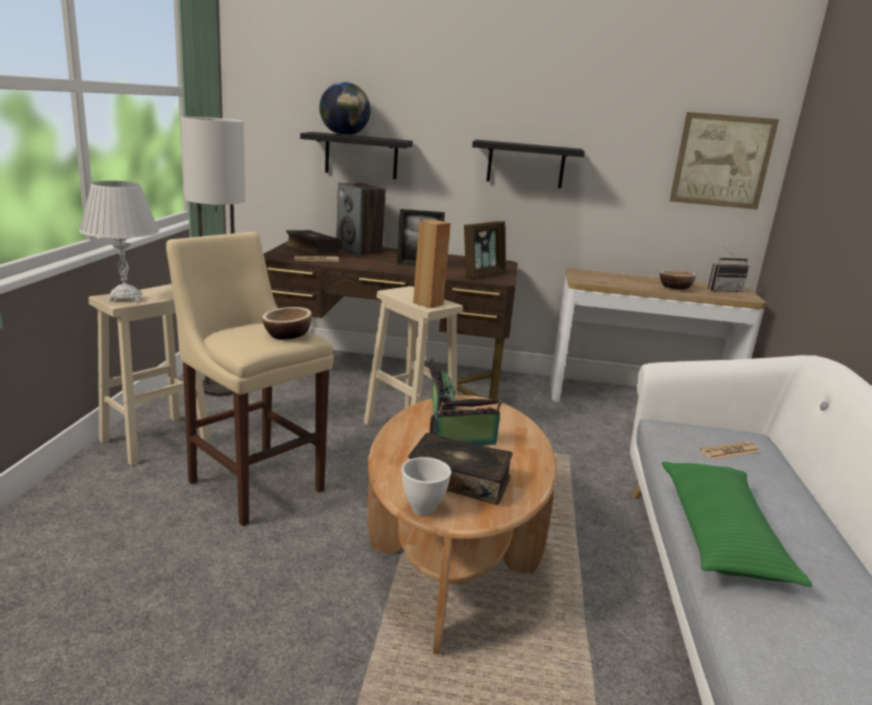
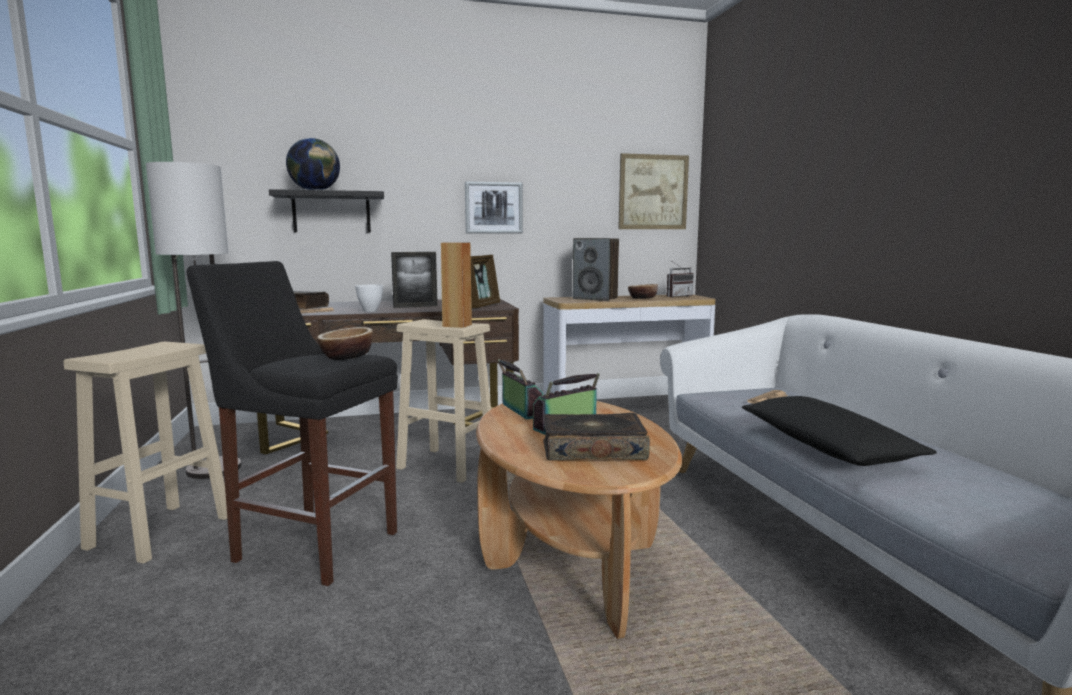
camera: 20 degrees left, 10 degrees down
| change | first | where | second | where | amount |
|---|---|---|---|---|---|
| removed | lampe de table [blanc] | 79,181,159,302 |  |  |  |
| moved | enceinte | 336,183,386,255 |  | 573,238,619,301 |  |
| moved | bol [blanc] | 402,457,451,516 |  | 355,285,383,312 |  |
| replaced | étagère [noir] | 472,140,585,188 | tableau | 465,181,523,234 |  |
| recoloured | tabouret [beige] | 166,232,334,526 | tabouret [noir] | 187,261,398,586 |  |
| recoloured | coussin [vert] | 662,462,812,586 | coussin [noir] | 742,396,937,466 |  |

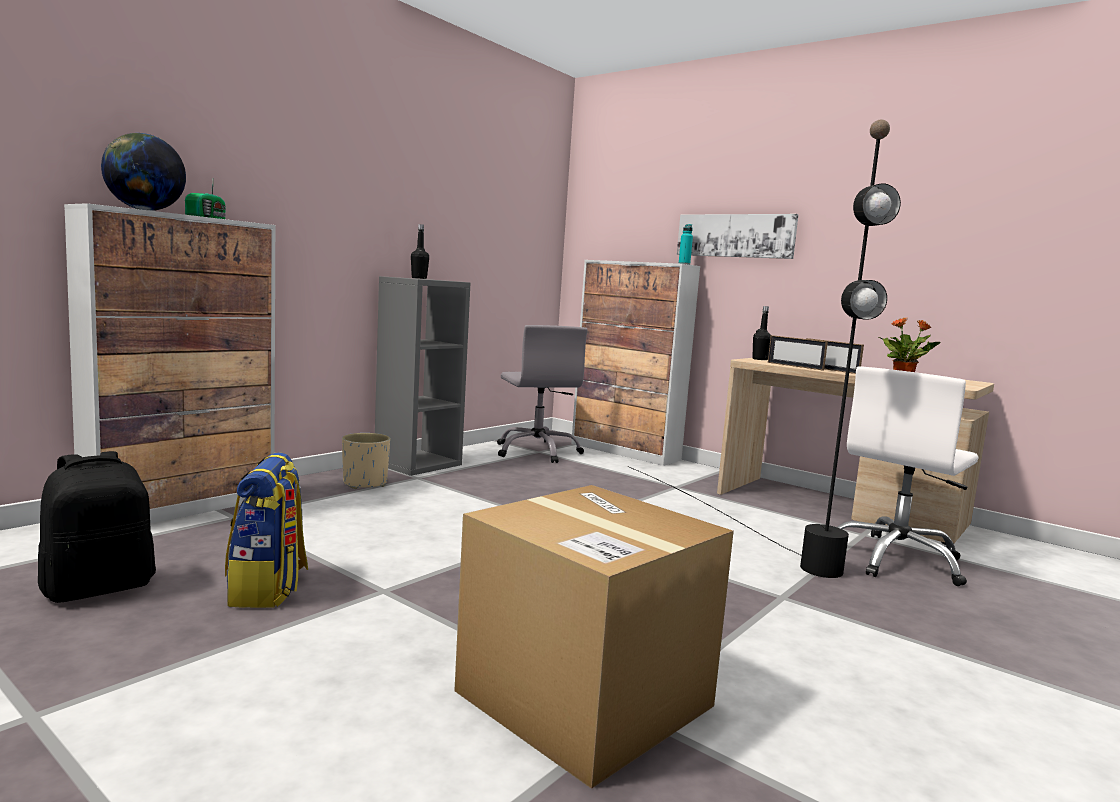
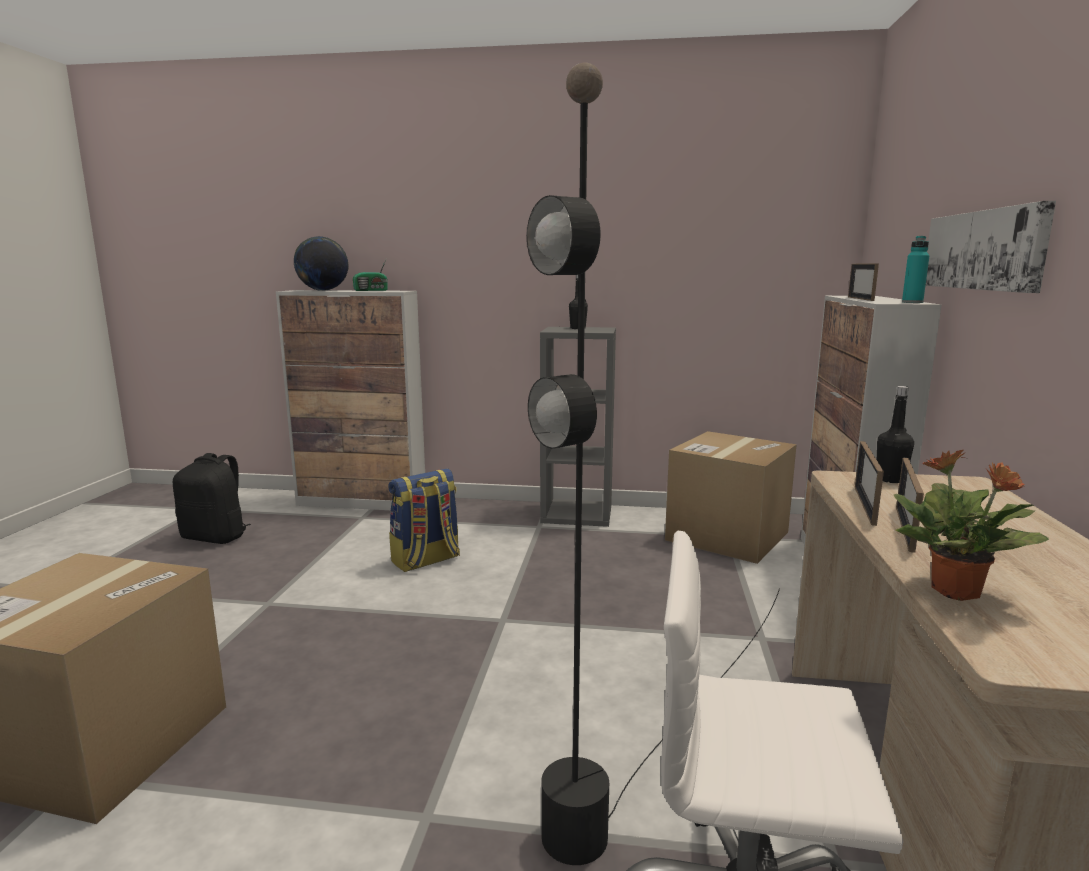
camera: 60 degrees right, 5 degrees up
| change | first | where | second | where | amount |
|---|---|---|---|---|---|
| removed | cache-pot [beige] | 342,433,390,489 |  |  |  |
| added |  |  | cadre photo | 848,263,879,301 |  |
| moved | sac à dos | 225,453,308,608 |  | 388,469,460,572 |  |
| replaced | chaise de bureau [gris] | 497,325,588,463 | carton | 665,431,797,564 |  |

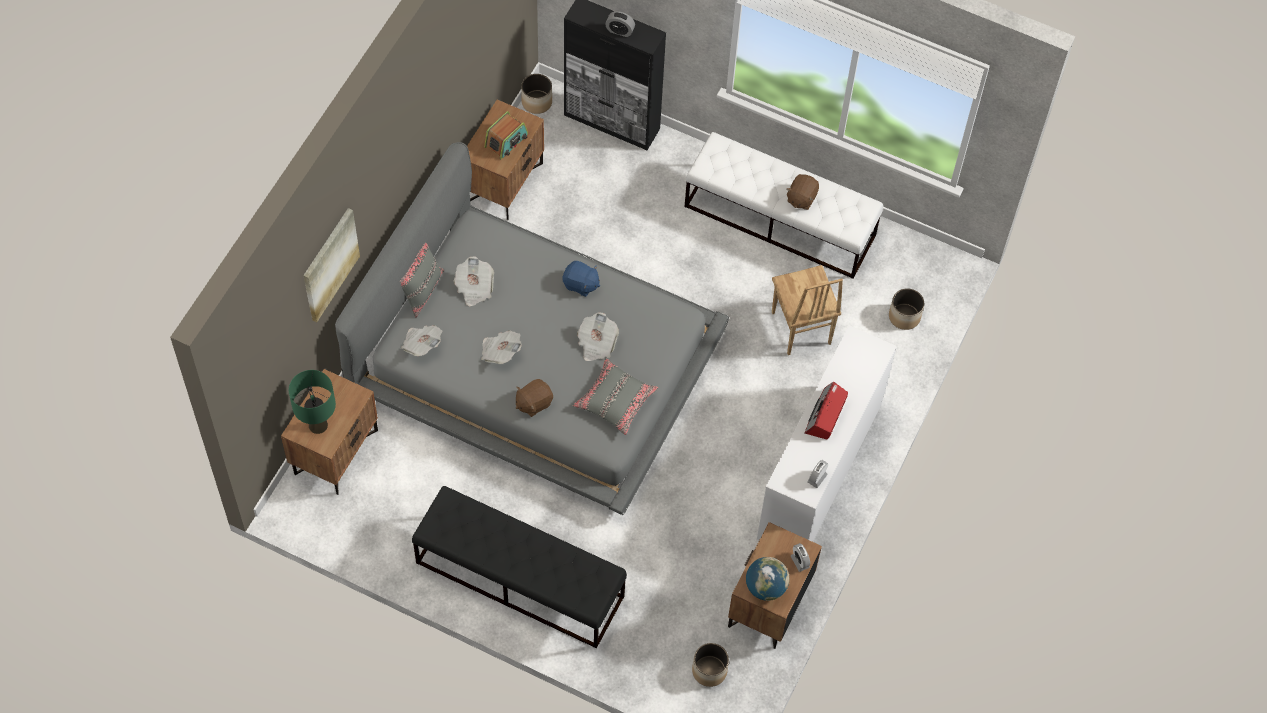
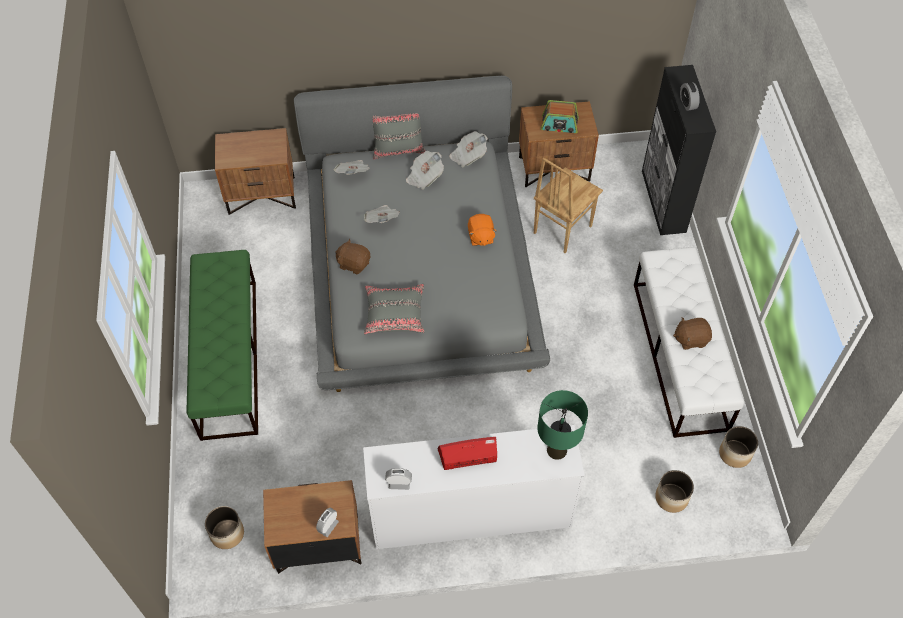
camera: 60 degrees right, 5 degrees down
| change | first | where | second | where | amount |
|---|---|---|---|---|---|
| removed | tableau | 303,208,360,322 |  |  |  |
| removed | globe | 746,557,789,601 |  |  |  |
| moved | lampe de table [vert] | 289,370,336,434 |  | 537,390,588,460 |  |
| moved | cache-pot | 521,74,552,114 |  | 719,426,758,468 |  |
| moved | journal | 577,312,619,361 |  | 449,131,488,168 |  |
| moved | chaise [marron] | 772,265,843,355 |  | 534,157,603,253 |  |
| recoloured | banc [noir] | 412,486,627,649 | banc [vert] | 186,250,258,441 |  |
| recoloured | peluche [bleu] | 562,261,600,297 | peluche [orange] | 468,214,497,246 |  |

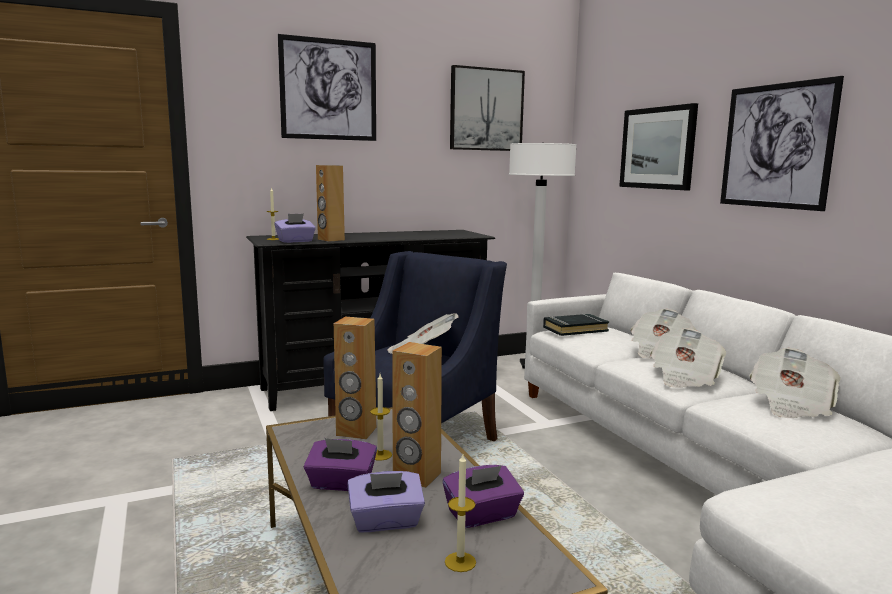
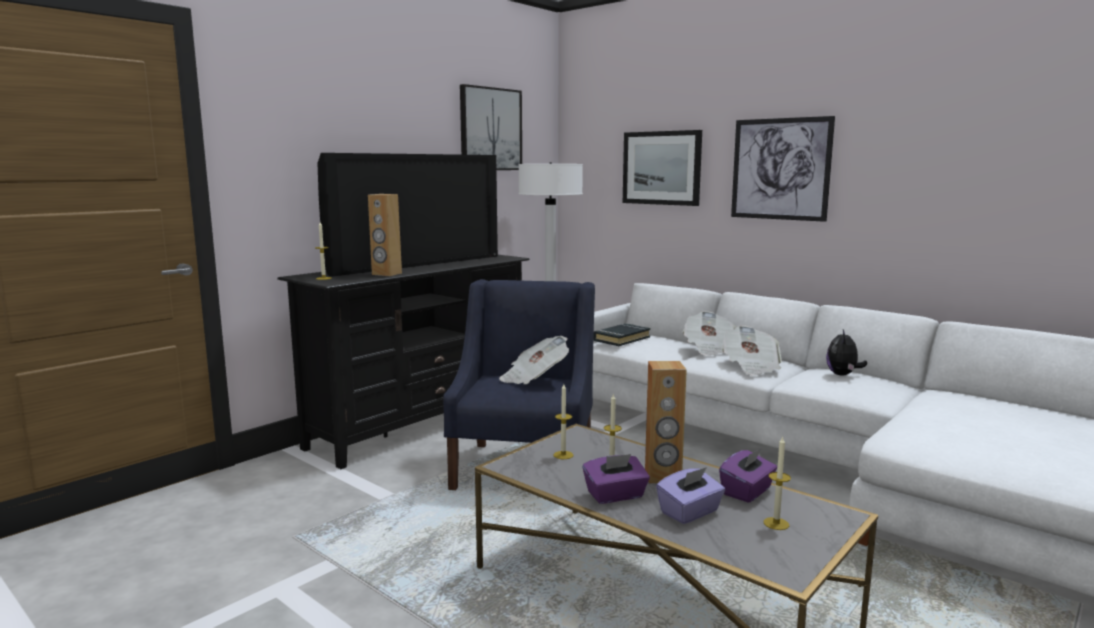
camera: 25 degrees left, 0 degrees up
| change | first | where | second | where | amount |
|---|---|---|---|---|---|
| removed | boîte à mouchoirs [violet] | 274,213,316,243 |  |  |  |
| removed | tableau | 278,34,376,141 |  |  |  |
| added |  |  | téléviseur | 317,153,498,277 |  |
| replaced | enceinte [marron] | 334,317,376,439 | bougie | 554,384,573,459 |  |
| replaced | journal | 750,348,840,418 | peluche | 826,329,867,375 |  |

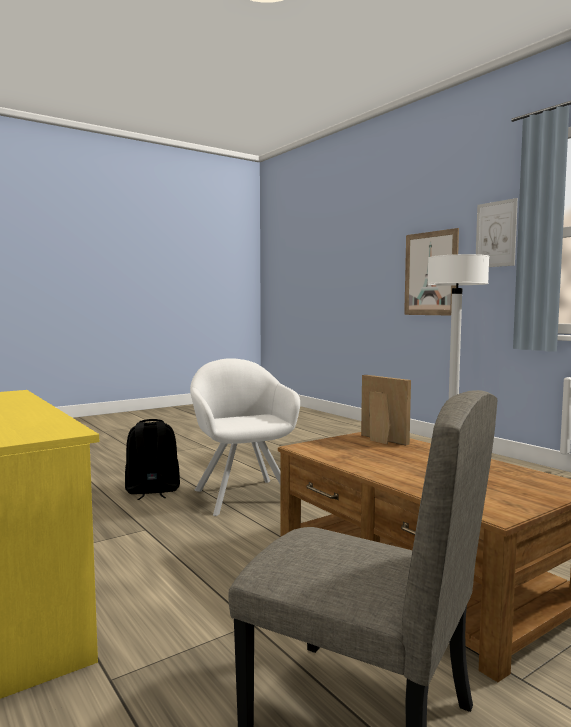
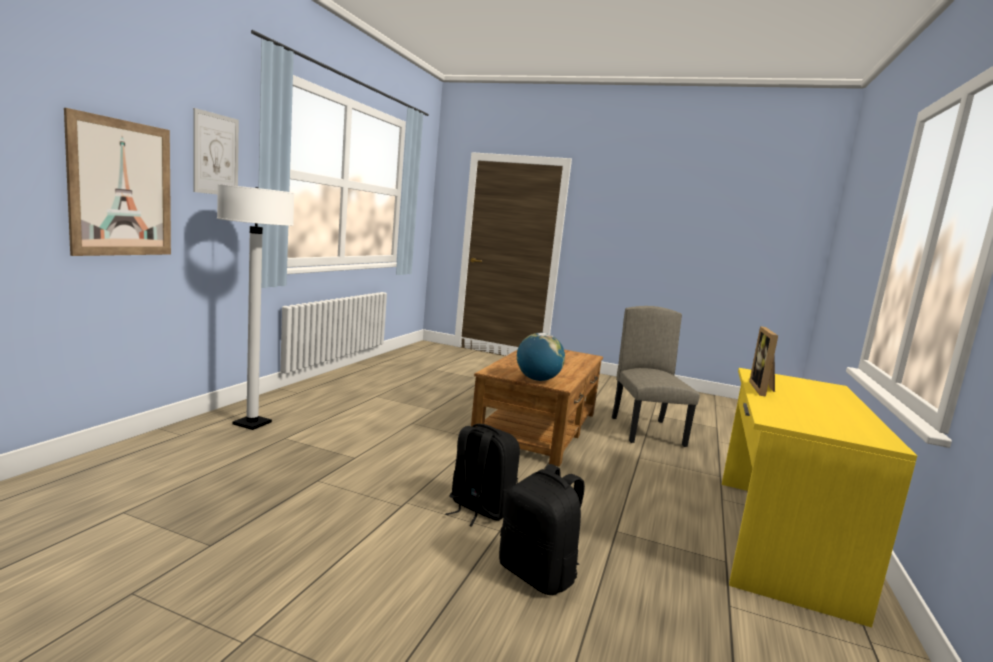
camera: 125 degrees left, 5 degrees up
| change | first | where | second | where | amount |
|---|---|---|---|---|---|
| added |  |  | globe | 517,333,565,381 |  |
| moved | cadre photo | 361,375,411,445 |  | 749,326,778,397 |  |
| replaced | fauteuil [blanc] | 190,358,300,516 | sac à dos [noir] | 446,424,520,527 |  |

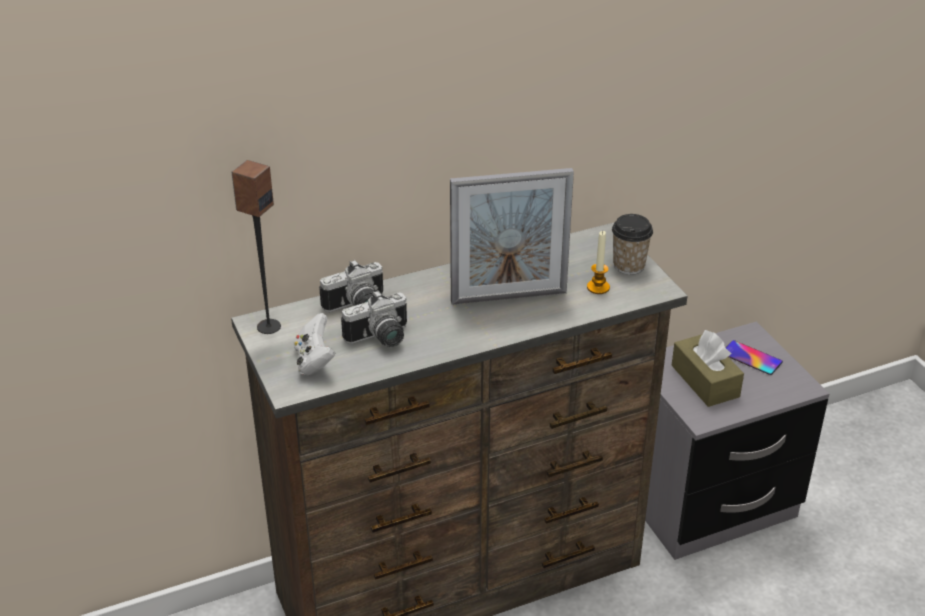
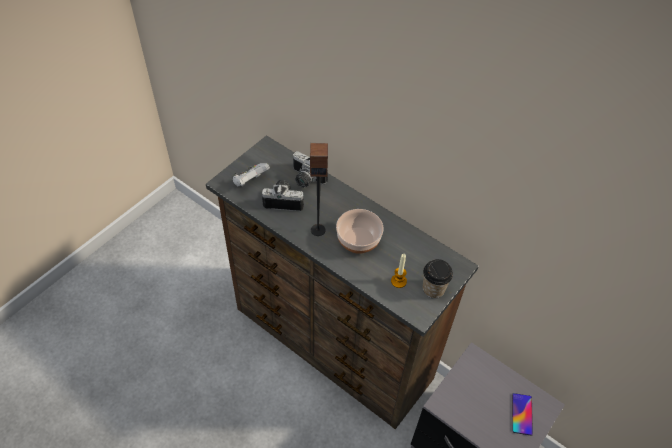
camera: 60 degrees right, 15 degrees up
| change | first | where | second | where | amount |
|---|---|---|---|---|---|
| removed | boîte à mouchoirs [marron] | 671,330,744,407 |  |  |  |
| moved | enceinte | 231,160,281,334 |  | 310,143,328,236 |  |
| replaced | cadre photo | 450,168,574,305 | bol | 336,209,383,254 |  |
| turned | appareil photo | 341,290,407,347 |  | 262,180,304,211 | 150 degrees clockwise |

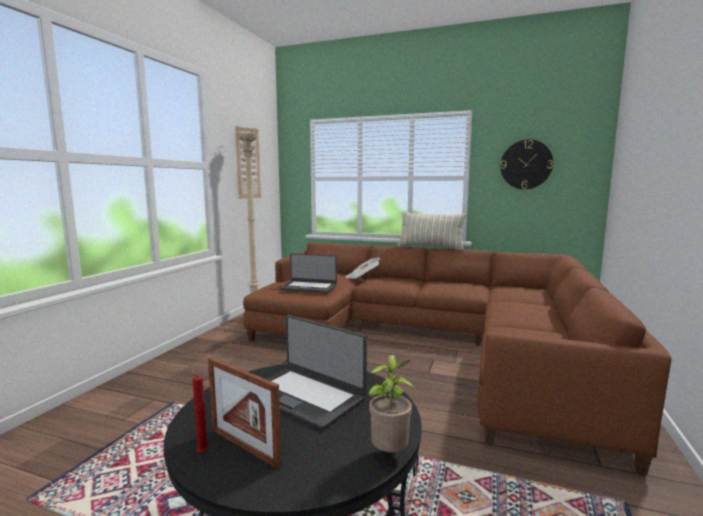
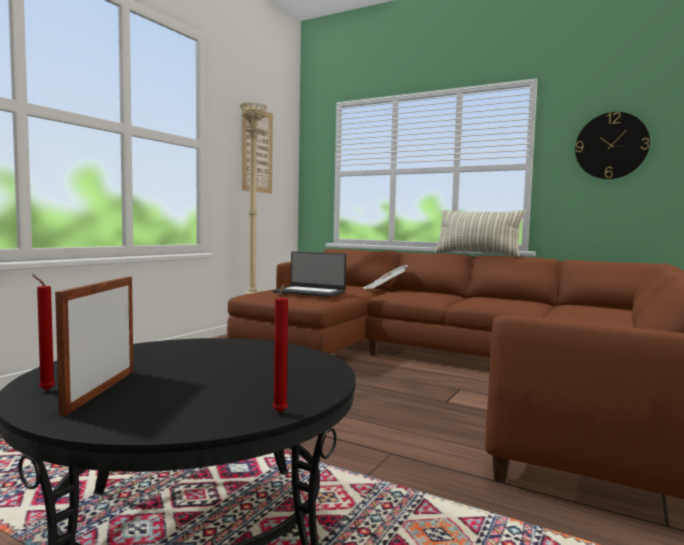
camera: 10 degrees right, 5 degrees down
| change | first | where | second | where | amount |
|---|---|---|---|---|---|
| removed | ordinateur portable | 267,315,367,430 |  |  |  |
| replaced | plante en pot | 368,355,414,452 | bougie [rouge] | 272,284,288,413 |  |
| turned | cadre photo | 208,357,282,469 |  | 55,277,134,416 | 45 degrees clockwise |

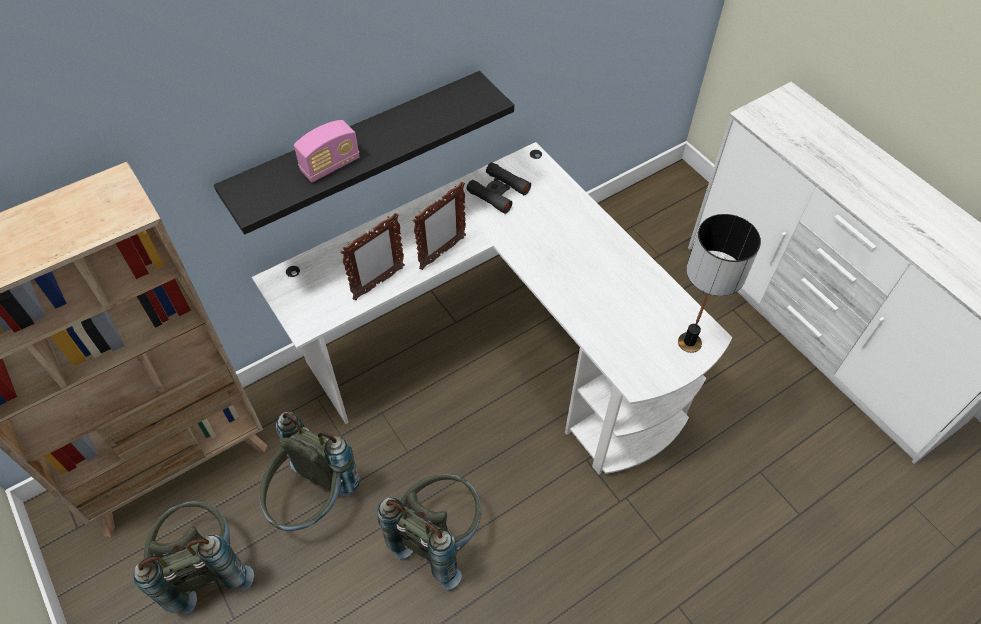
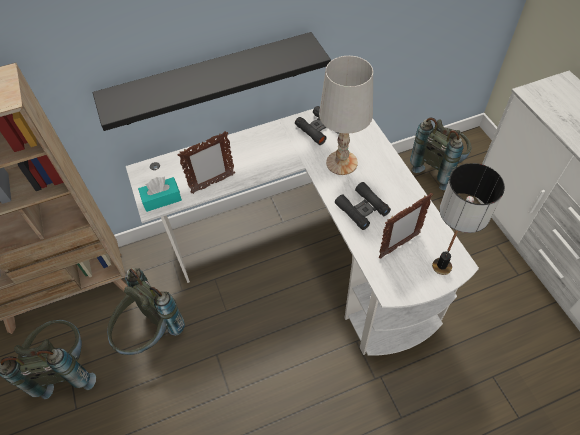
camera: 15 degrees right, 0 degrees up
| change | first | where | second | where | amount |
|---|---|---|---|---|---|
| removed | radio | 294,120,360,182 |  |  |  |
| added |  |  | boîte à mouchoirs [turquoise] | 138,177,182,212 |  |
| added |  |  | lampe de table [blanc] | 319,56,373,175 |  |
| added |  |  | jumelles [noir] | 335,182,391,230 |  |
| moved | sac à dos [gris] | 377,474,482,589 |  | 410,117,471,190 |  |
| moved | cadre photo | 413,182,466,270 |  | 378,193,433,259 |  |

